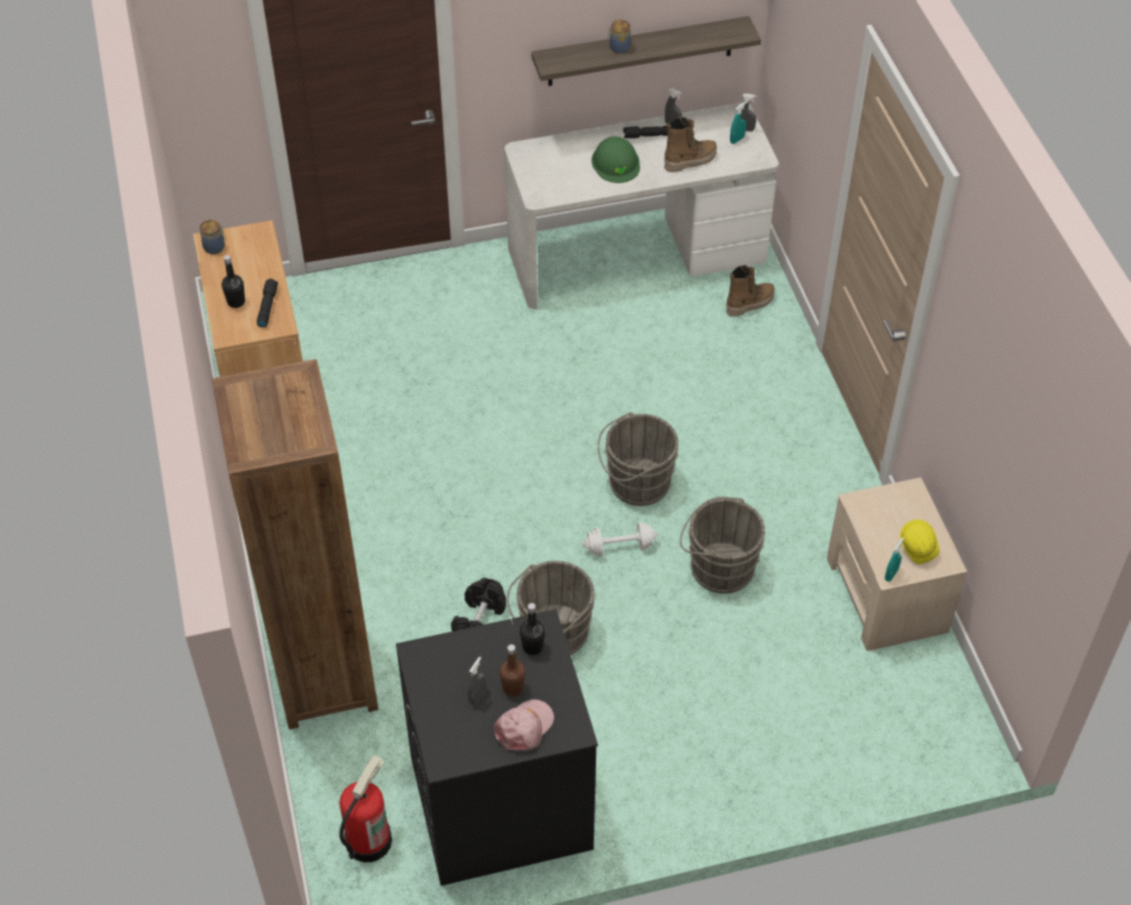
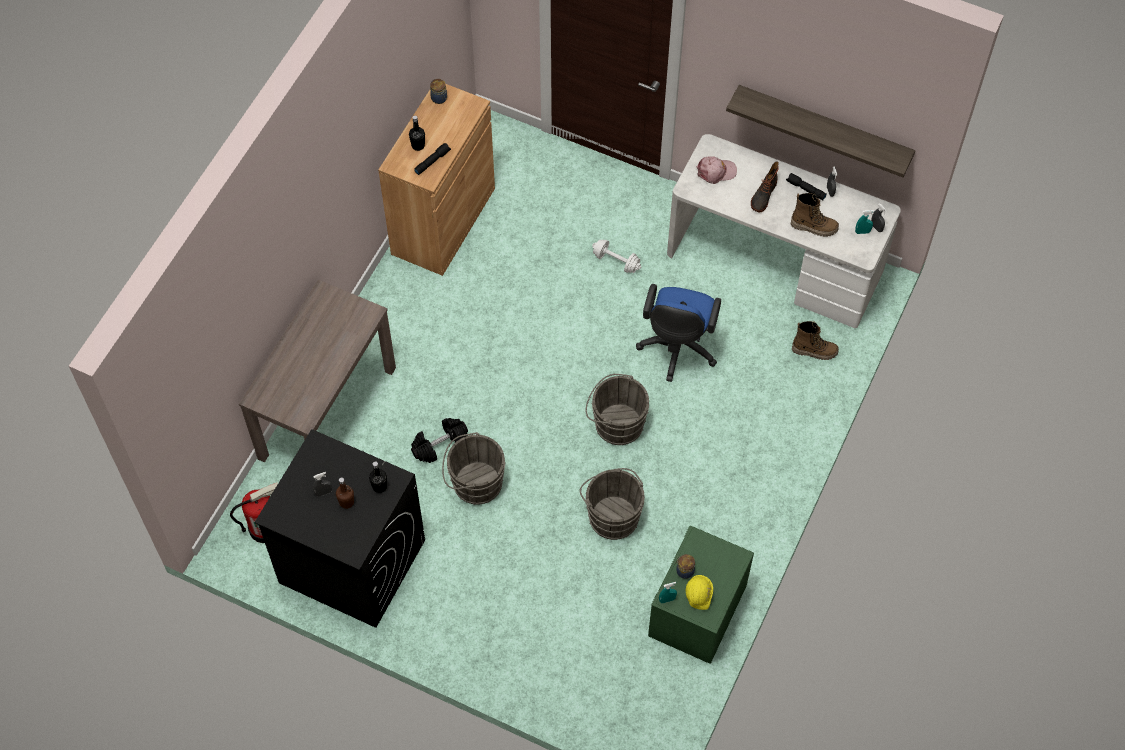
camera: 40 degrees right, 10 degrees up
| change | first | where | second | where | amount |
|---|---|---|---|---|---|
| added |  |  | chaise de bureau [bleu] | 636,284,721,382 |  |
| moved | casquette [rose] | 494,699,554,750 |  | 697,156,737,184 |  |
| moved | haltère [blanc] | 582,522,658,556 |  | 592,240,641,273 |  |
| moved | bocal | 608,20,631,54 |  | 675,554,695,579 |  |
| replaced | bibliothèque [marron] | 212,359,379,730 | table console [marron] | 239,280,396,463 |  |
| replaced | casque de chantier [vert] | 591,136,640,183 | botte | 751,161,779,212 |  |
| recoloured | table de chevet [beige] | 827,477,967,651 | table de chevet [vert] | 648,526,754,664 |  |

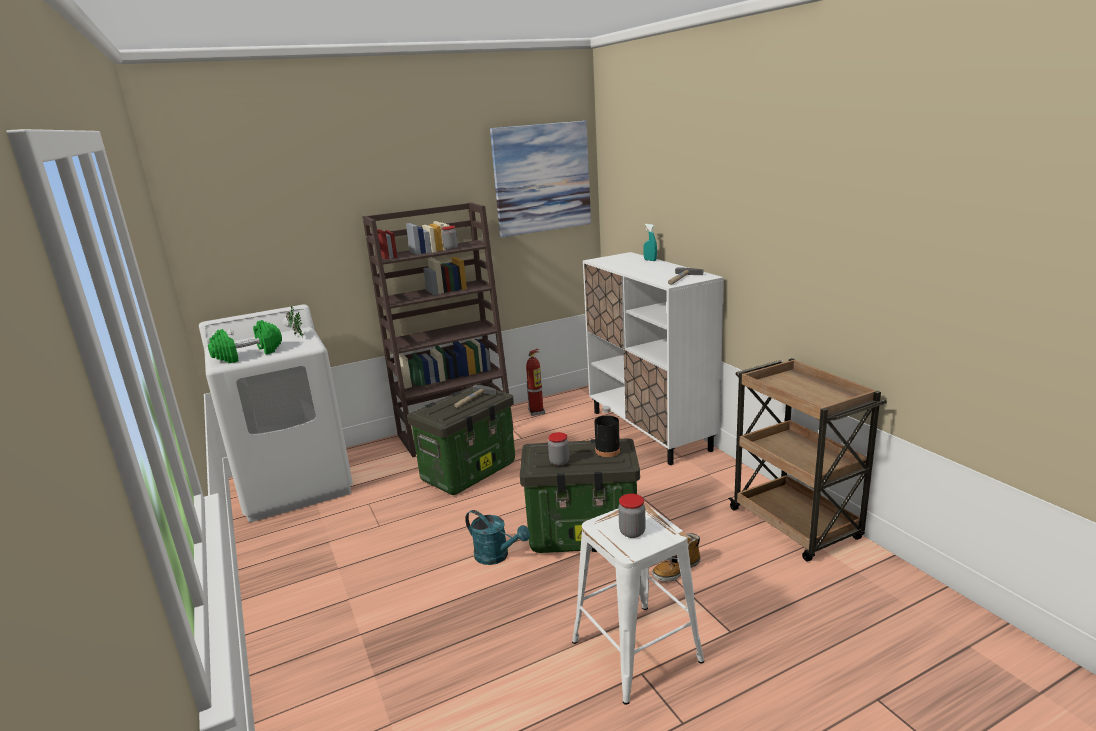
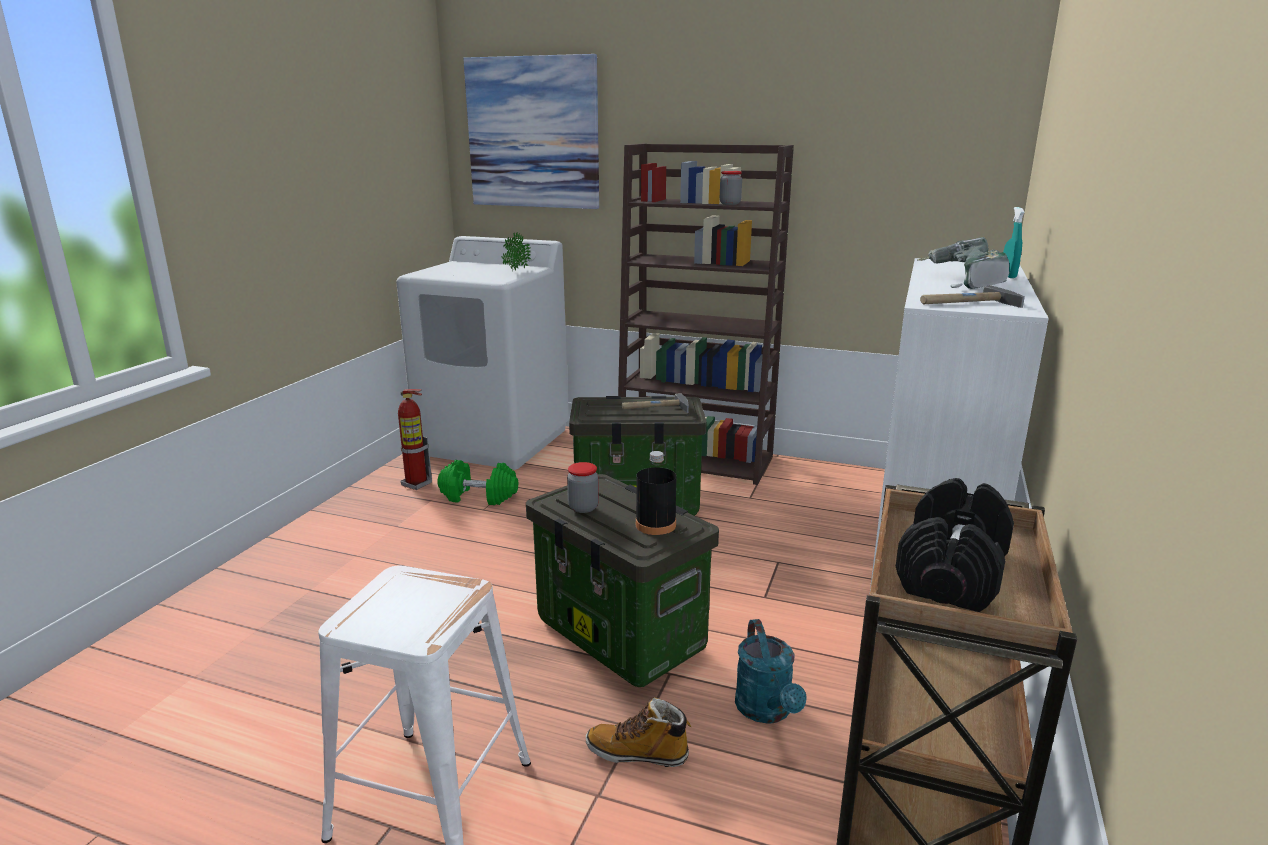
camera: 45 degrees right, 0 degrees up
| change | first | where | second | where | amount |
|---|---|---|---|---|---|
| removed | bocal | 618,494,646,538 |  |  |  |
| added |  |  | haltère [noir] | 896,478,1014,612 |  |
| added |  |  | perceuse | 917,237,1010,289 |  |
| moved | haltère [vert] | 208,320,282,363 |  | 437,460,518,505 |  |
| moved | arrosoir [turquoise] | 465,510,530,565 |  | 735,619,807,724 |  |
| moved | tableau | 490,121,591,237 |  | 463,54,599,209 |  |
| moved | extincteur | 526,349,545,416 |  | 398,389,432,490 |  |

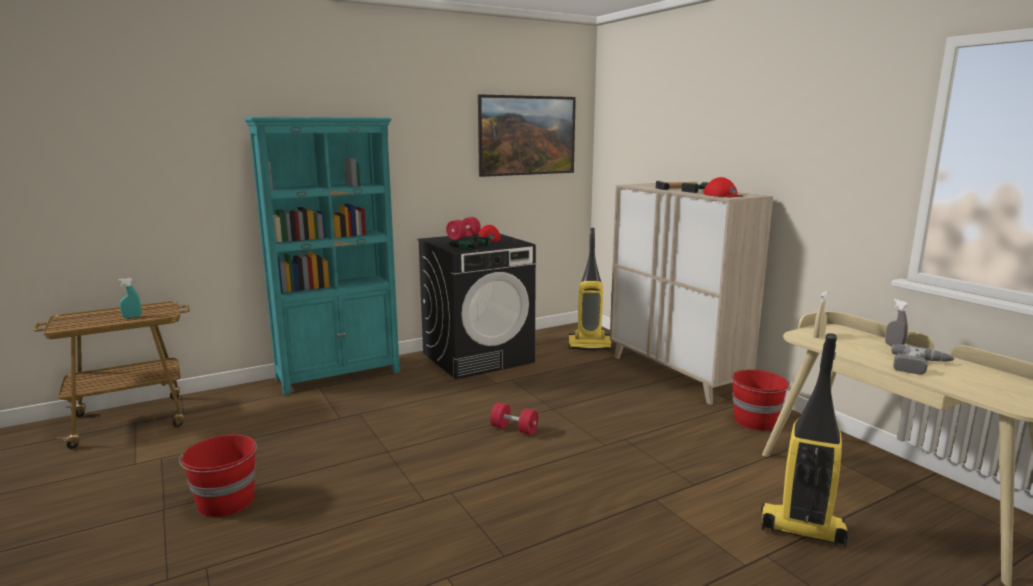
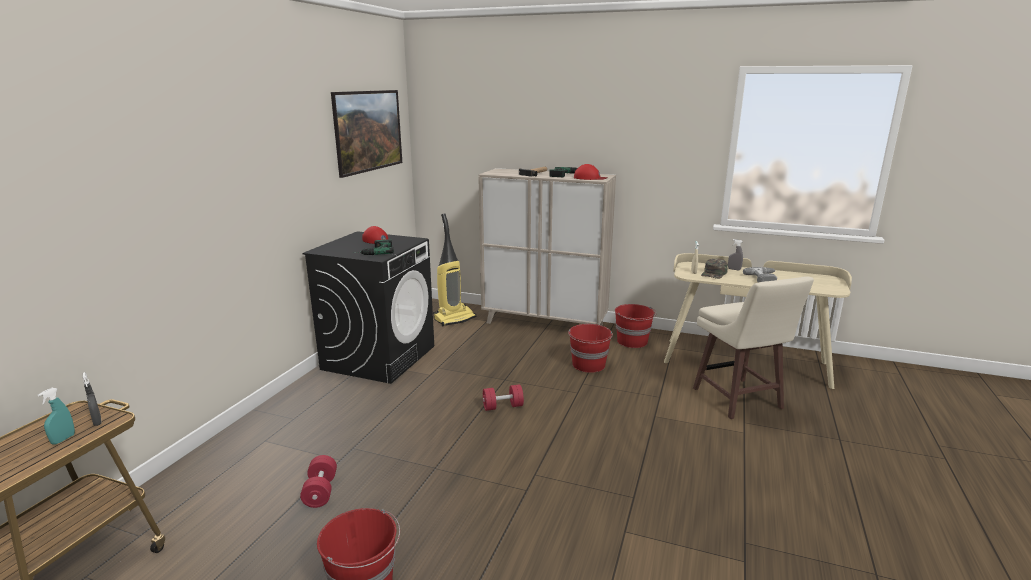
camera: 40 degrees left, 5 degrees up
| change | first | where | second | where | amount |
|---|---|---|---|---|---|
| removed | bibliothèque [turquoise] | 244,117,400,395 |  |  |  |
| added |  |  | vaporisateur [gris] | 82,372,102,426 |  |
| added |  |  | seau [rouge] | 568,324,613,373 |  |
| added |  |  | casquette [vert] | 701,258,728,279 |  |
| moved | haltère [rouge] | 446,217,481,240 |  | 300,455,337,508 |  |
| replaced | aspirateur | 761,333,849,548 | tabouret [beige] | 693,276,814,419 |  |

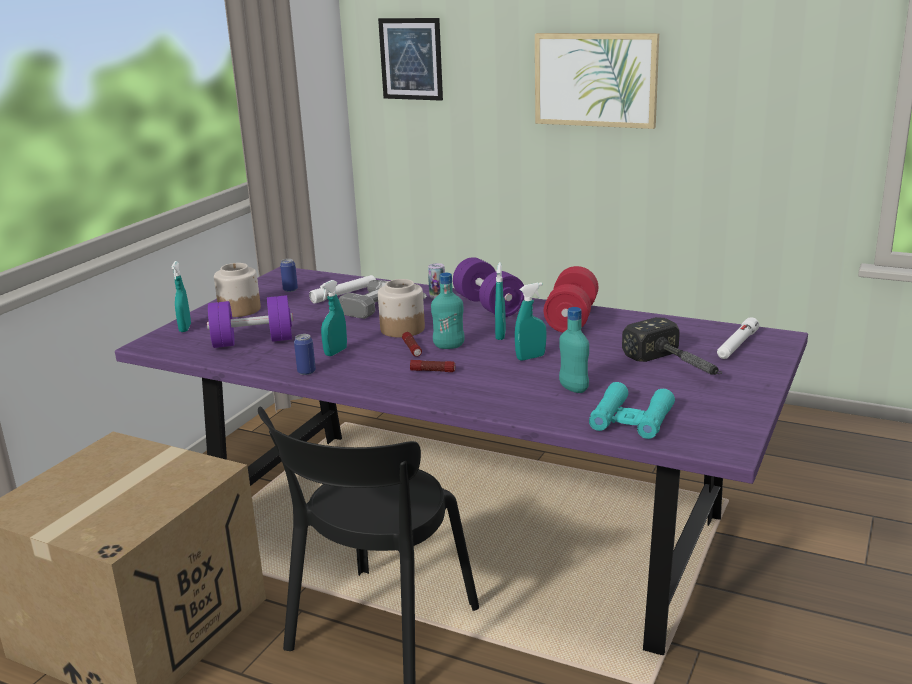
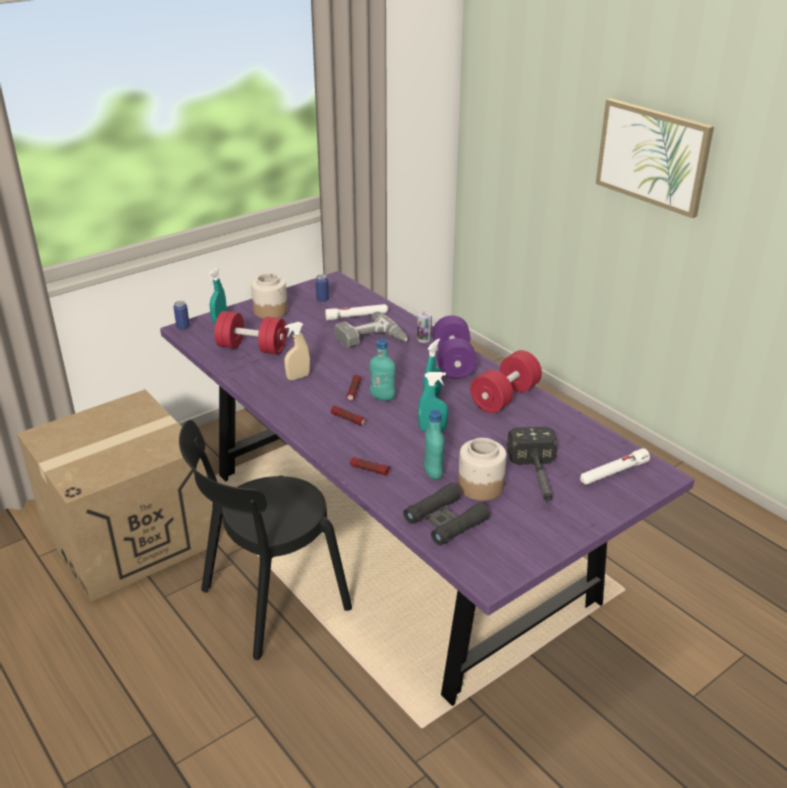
camera: 25 degrees right, 10 degrees up
| change | first | where | second | where | amount |
|---|---|---|---|---|---|
| removed | tableau | 378,18,443,101 |  |  |  |
| added |  |  | lampe de poche | 350,457,390,476 |  |
| moved | boîte métallique | 294,334,316,375 |  | 174,301,190,330 |  |
| moved | bocal | 378,279,425,338 |  | 458,438,507,501 |  |
| recoloured | haltère [violet] | 207,295,293,348 | haltère [rouge] | 214,311,287,355 |  |
| recoloured | vaporisateur [turquoise] | 320,280,347,356 | vaporisateur [beige] | 284,322,310,380 |  |
| recoloured | jumelles [turquoise] | 589,382,675,439 | jumelles [noir] | 403,483,490,546 |  |

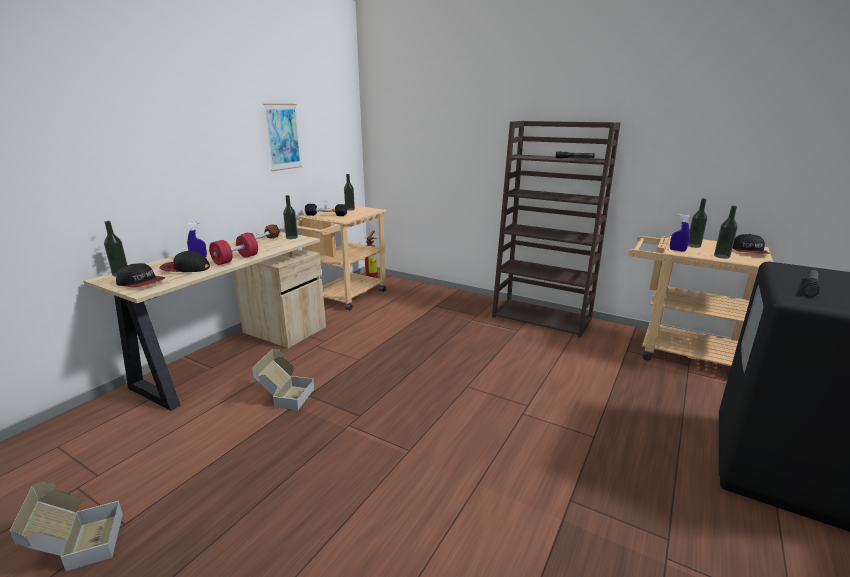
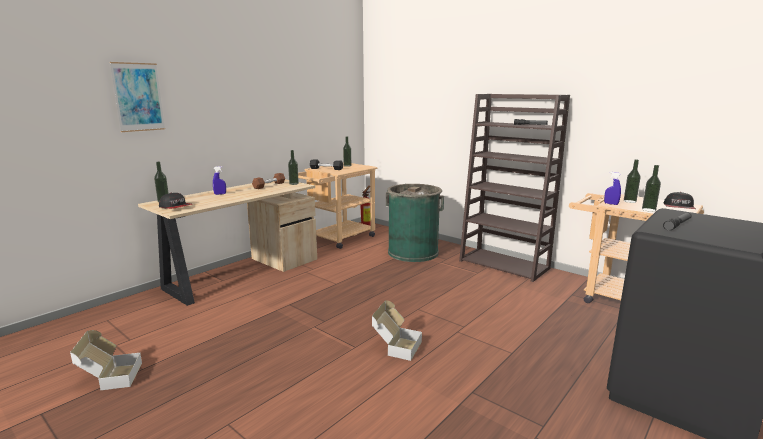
camera: 10 degrees right, 5 degrees down
| change | first | where | second | where | amount |
|---|---|---|---|---|---|
| removed | casquette | 160,251,210,272 |  |  |  |
| removed | haltère [rouge] | 209,234,258,265 |  |  |  |
| added |  |  | poubelle [vert] | 386,184,444,262 |  |
| moved | carton | 252,349,315,410 |  | 372,300,422,361 |  |
| moved | tableau | 263,104,302,171 |  | 110,62,165,132 |  |

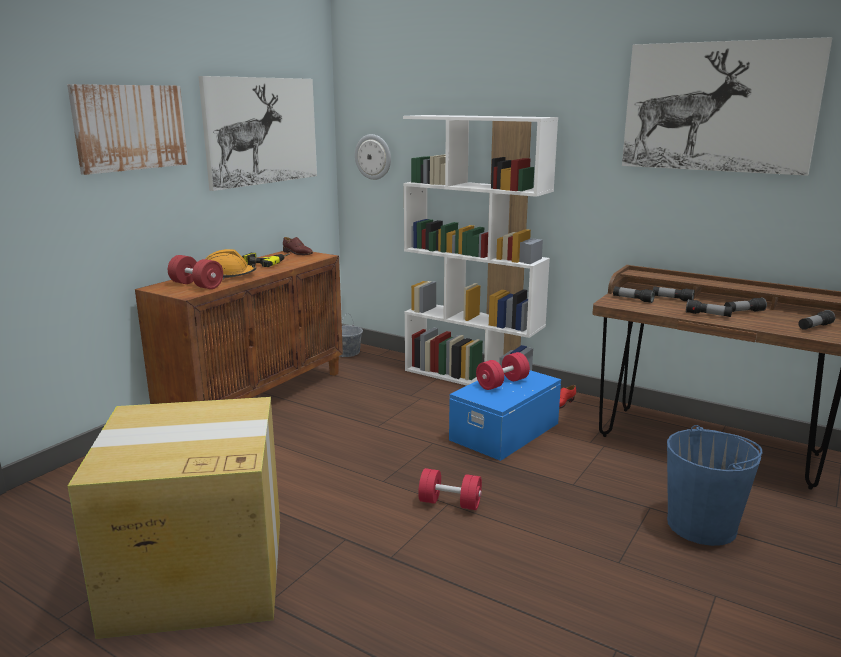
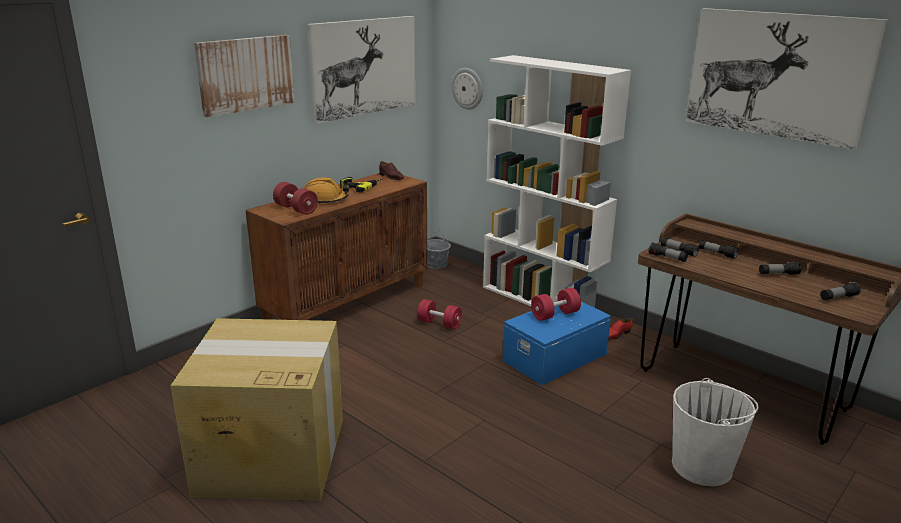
camera: 10 degrees right, 5 degrees up
| change | first | where | second | where | amount |
|---|---|---|---|---|---|
| moved | haltère [rouge] | 418,468,482,510 |  | 417,299,462,329 |  |
| moved | lampe de poche | 686,299,733,317 |  | 648,242,688,262 |  |
| recoloured | seau [bleu] | 667,425,762,546 | seau [blanc] | 672,378,759,486 |  |

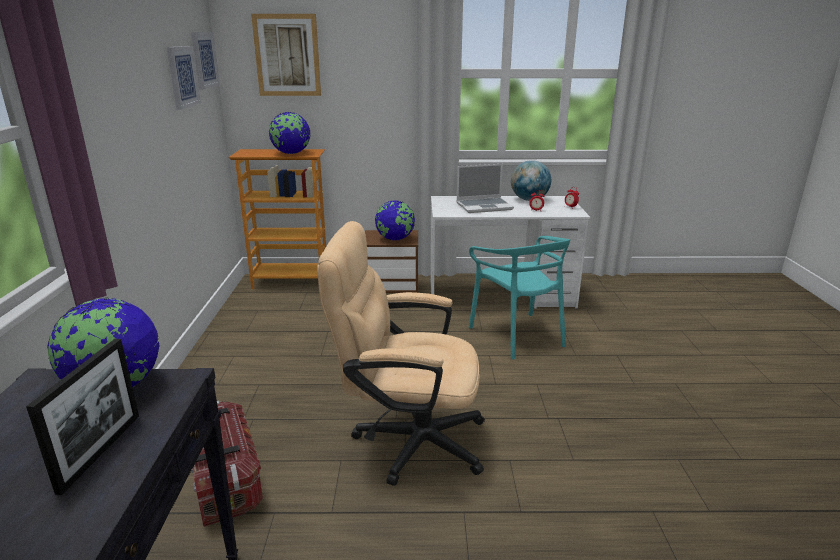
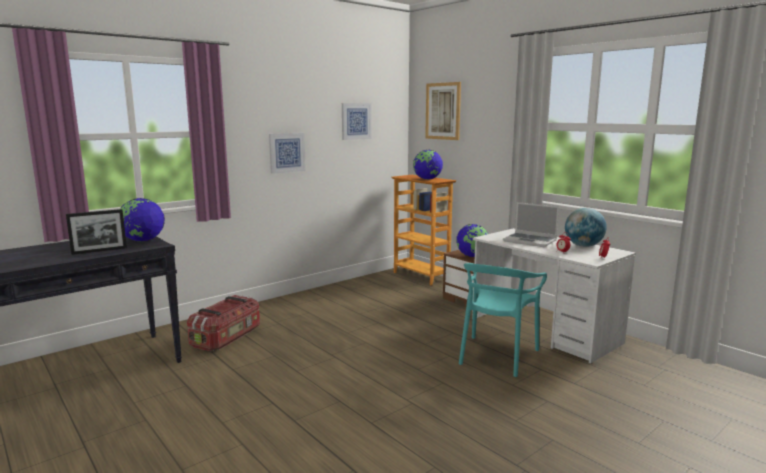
camera: 50 degrees right, 10 degrees down
| change | first | where | second | where | amount |
|---|---|---|---|---|---|
| removed | chaise de bureau [beige] | 317,221,485,486 |  |  |  |
| moved | tableau | 191,32,220,89 |  | 269,133,306,174 |  |

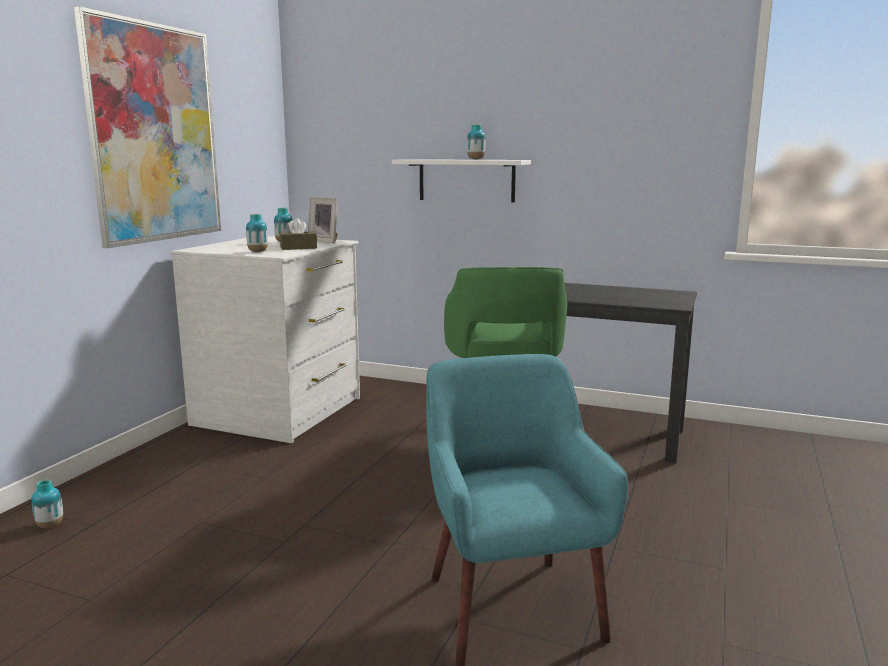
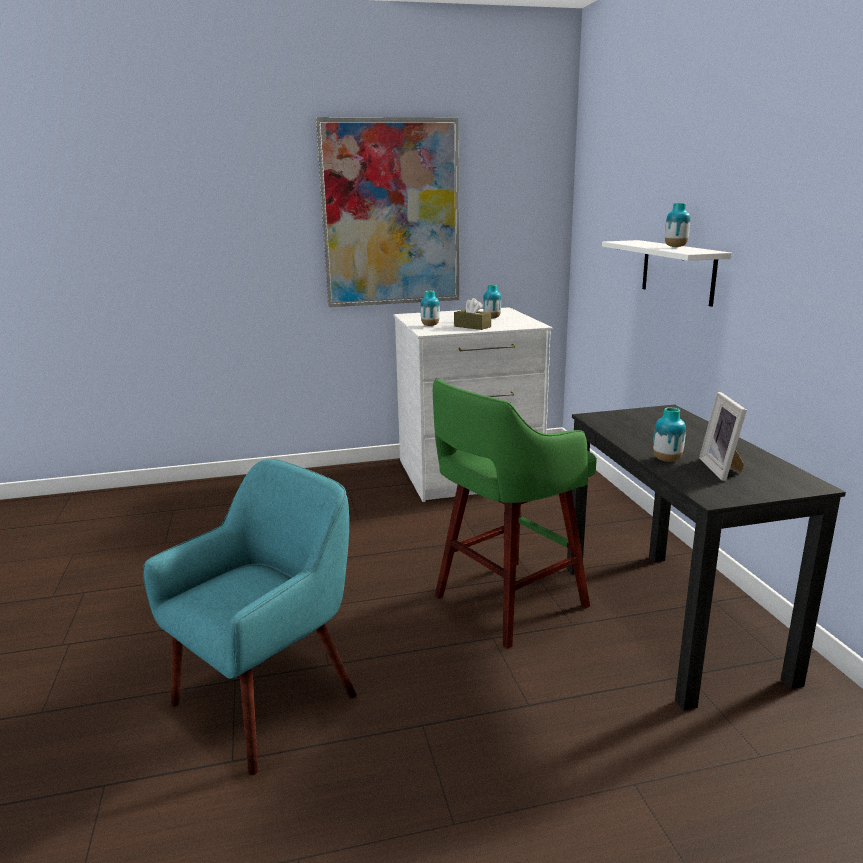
camera: 55 degrees right, 5 degrees up
| change | first | where | second | where | amount |
|---|---|---|---|---|---|
| moved | vase | 32,480,63,528 |  | 653,407,686,462 |  |
| moved | cadre photo | 308,197,338,243 |  | 699,392,747,481 |  |

